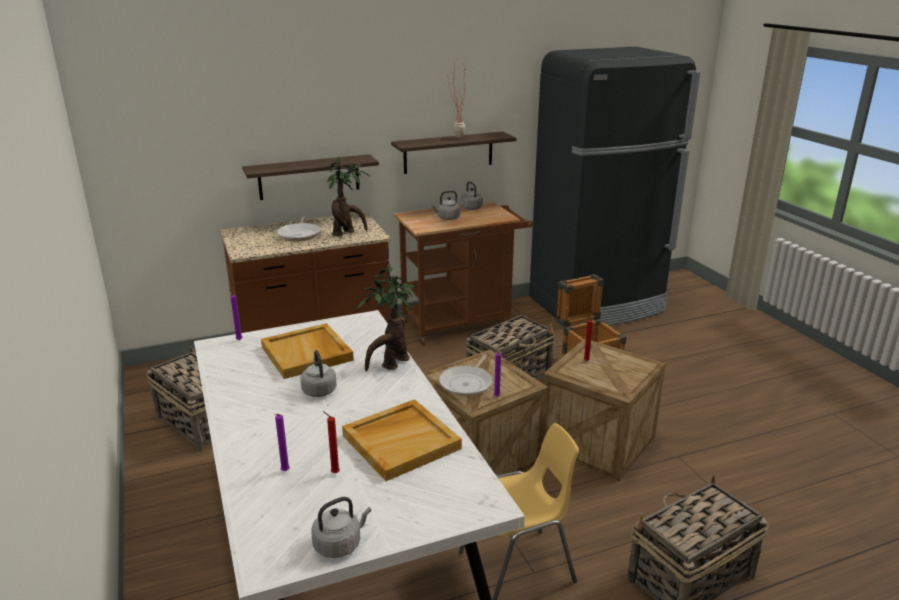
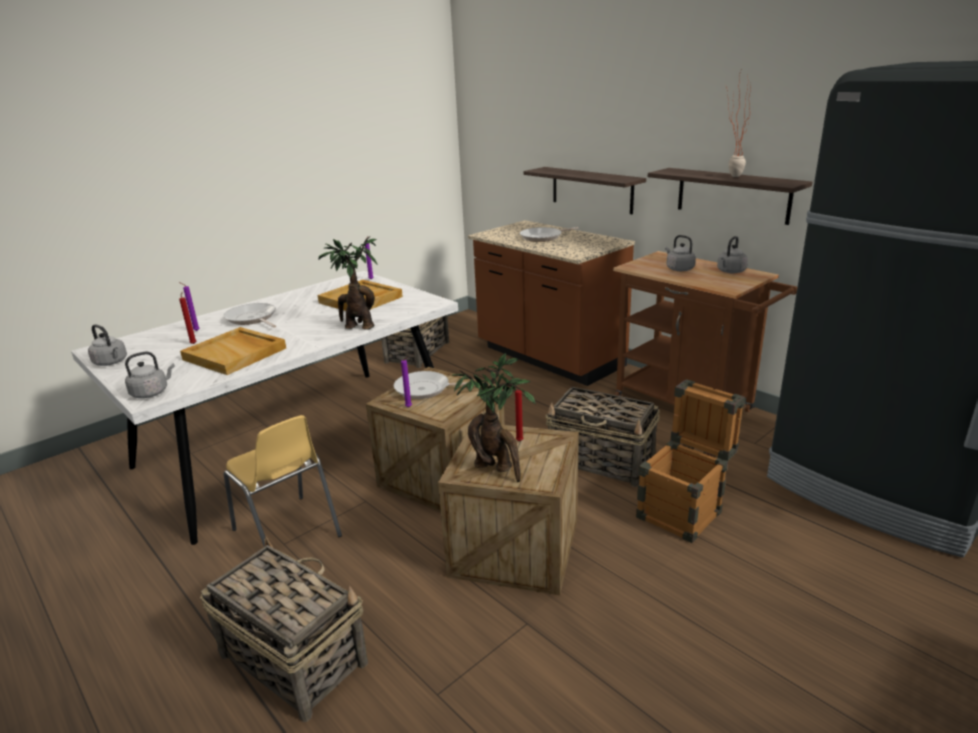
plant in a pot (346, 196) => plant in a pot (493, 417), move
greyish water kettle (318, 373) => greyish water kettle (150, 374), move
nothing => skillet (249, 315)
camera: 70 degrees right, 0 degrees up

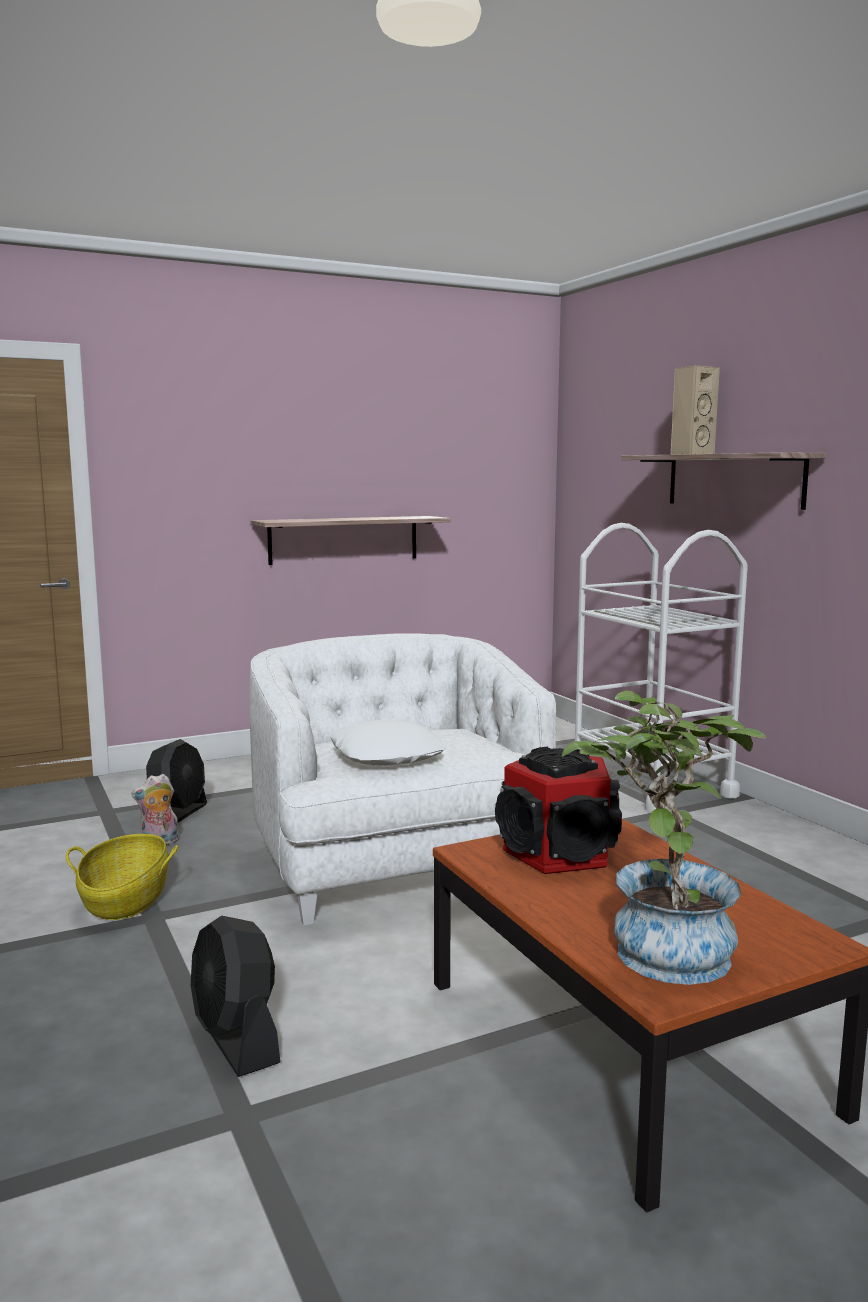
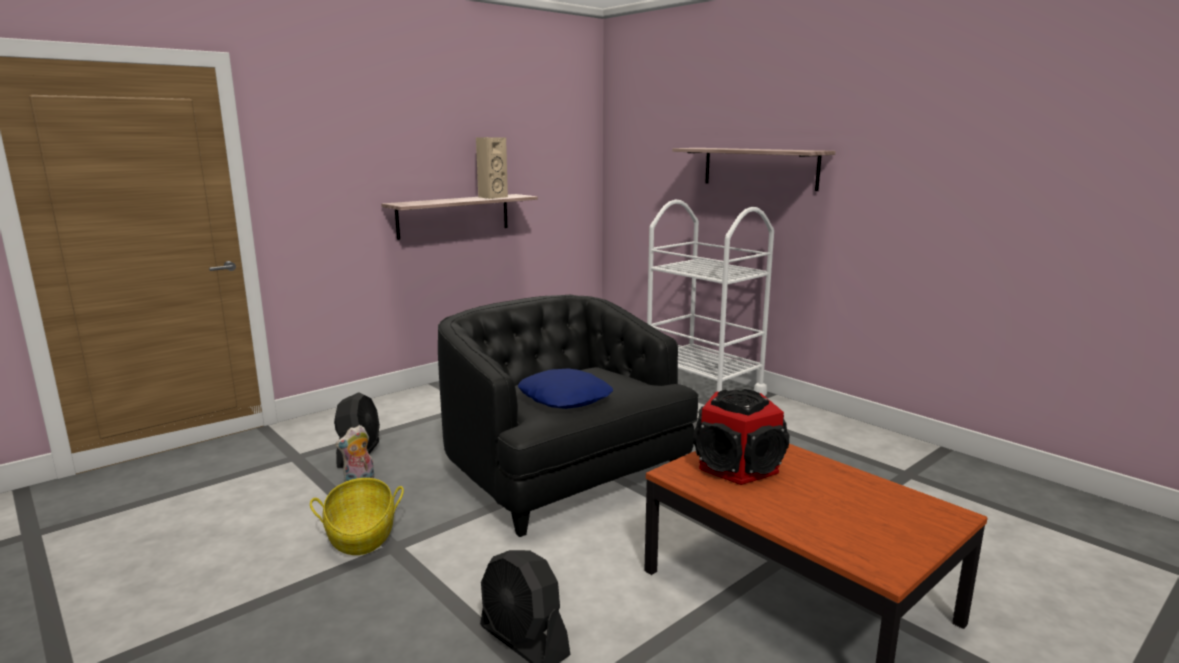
beige audio speaker (695, 410) => beige audio speaker (492, 168), move
whitish easy chair (402, 779) => black-coloured easy chair (568, 416)
plant in a pot (664, 838) => nothing
whitish cushion (388, 742) => blue-coloured cushion (565, 388)
camera: 15 degrees left, 5 degrees up

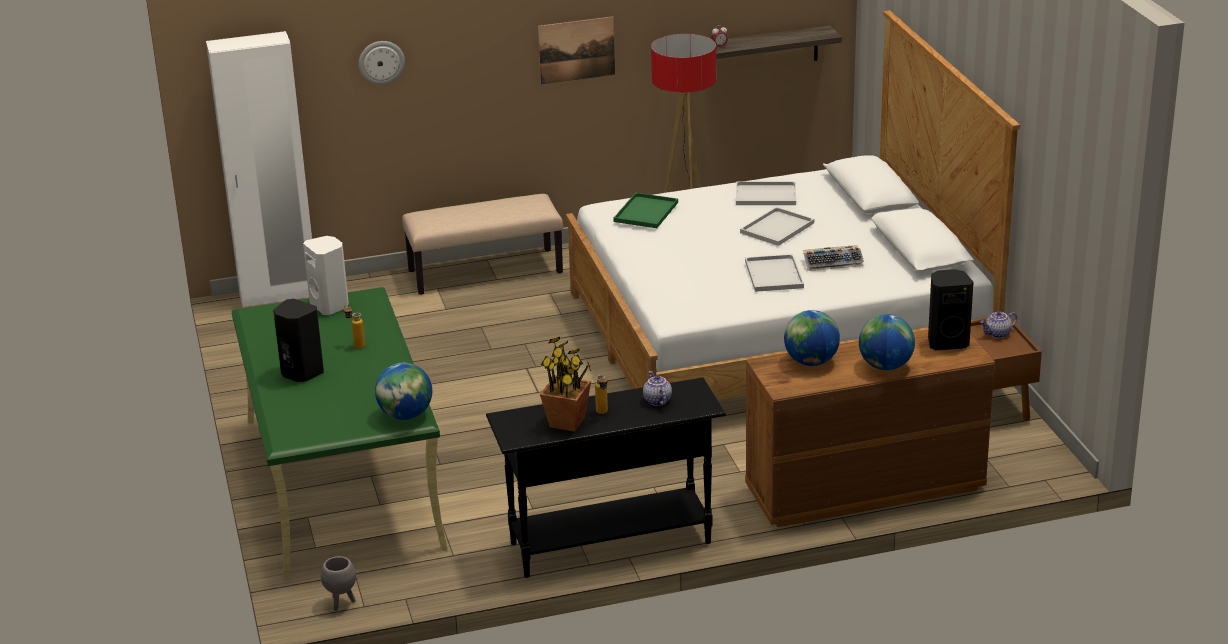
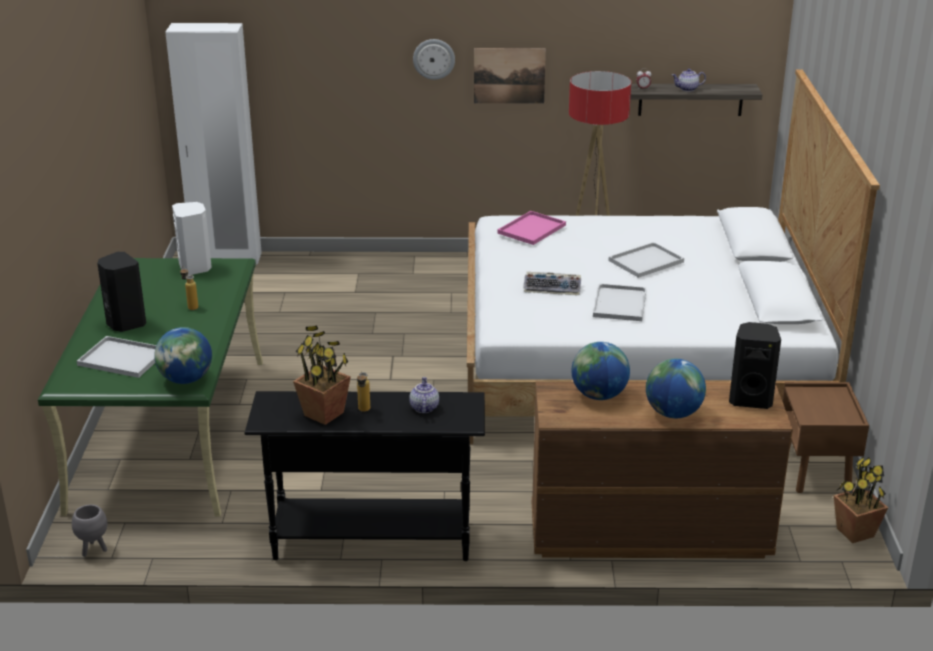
clock on the wall (382, 63) => clock on the wall (434, 59), move
whitish carrying tray (766, 193) => whitish carrying tray (116, 357), move
greenish carrying tray (646, 210) => pinkish carrying tray (532, 228)
beige long seat (482, 244) => nothing
PC keyboard (833, 258) => PC keyboard (552, 283), move
pot for tea (998, 324) => pot for tea (689, 80), move
nothing => plant in a pot (861, 499)
camera: 15 degrees right, 0 degrees up

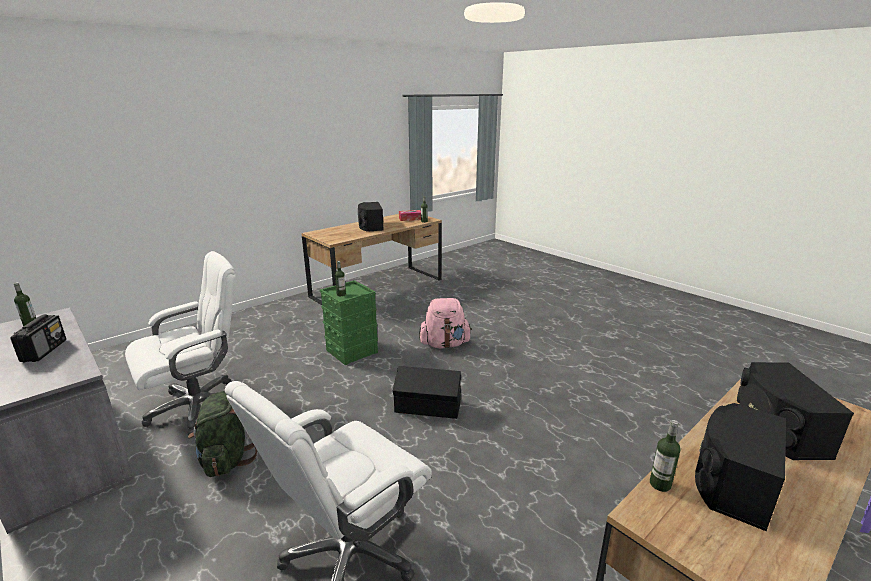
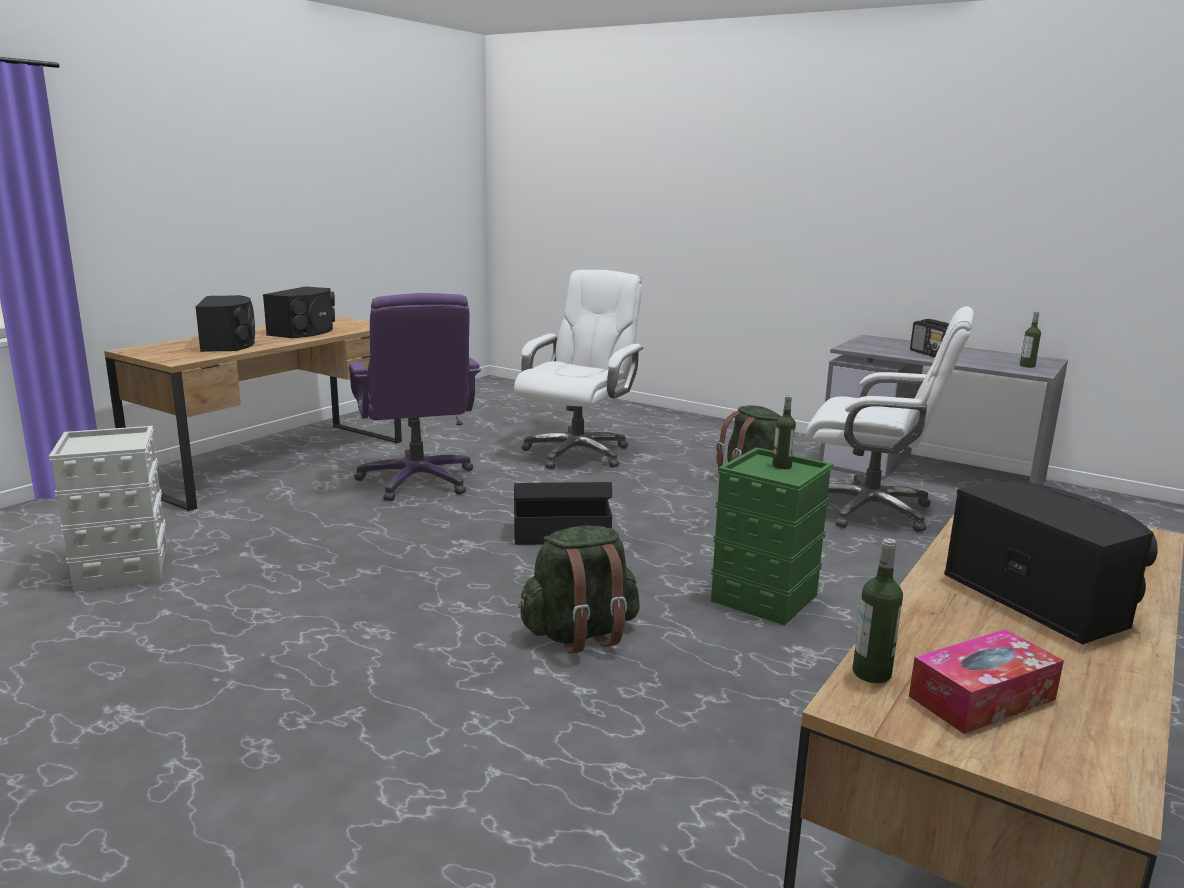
whitish computer chair (180, 343) => whitish computer chair (889, 419), 105 degrees counterclockwise
pinkish knapsack (445, 323) => greenish knapsack (579, 589)
drink bottle (665, 456) => nothing
nothing => purple computer chair (415, 397)
nothing => greyish storage bin (108, 509)
camera: 165 degrees right, 5 degrees down

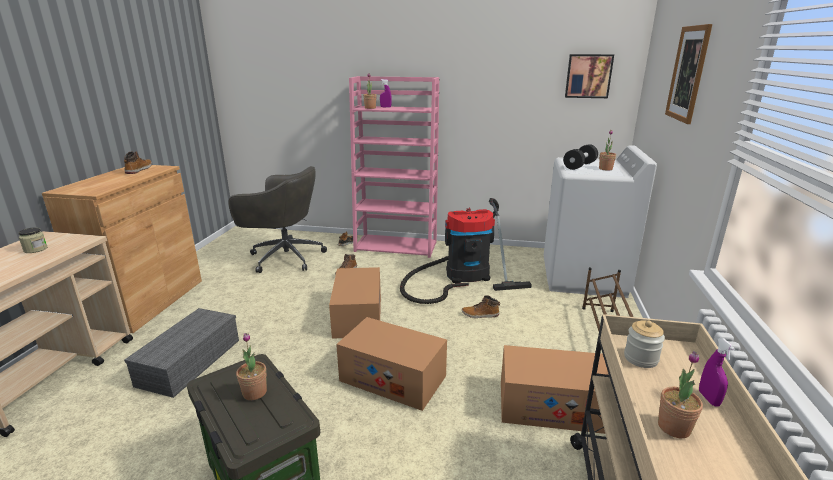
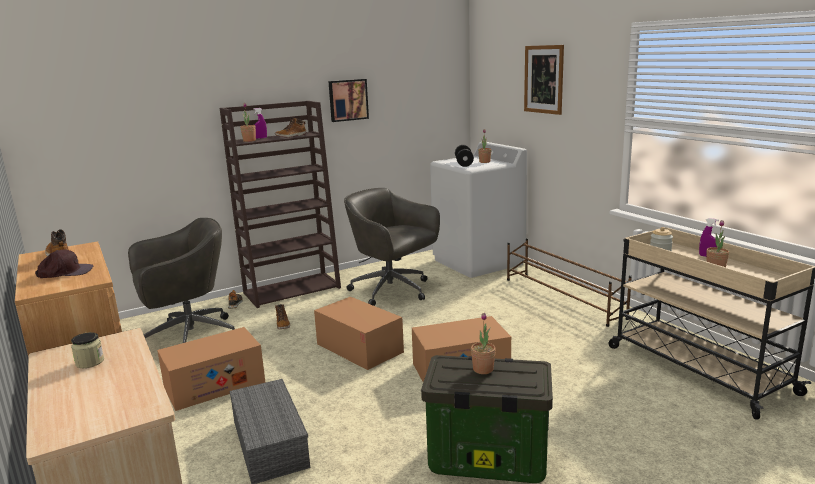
wall picture (589, 76) => wall picture (348, 100), move
pinkish bookcase (394, 167) => brownish bookcase (280, 204)
vacuum cleaner (466, 251) => greyish computer chair (392, 247)
boot (481, 306) => boot (291, 127), move
carton (555, 389) => carton (211, 369), move
nothing => brownish baseball cap (64, 264)
camera: 40 degrees left, 5 degrees down

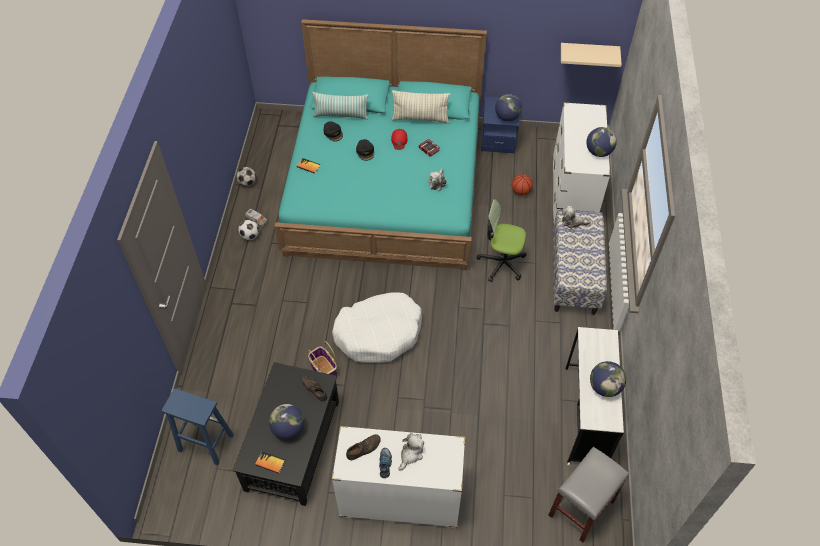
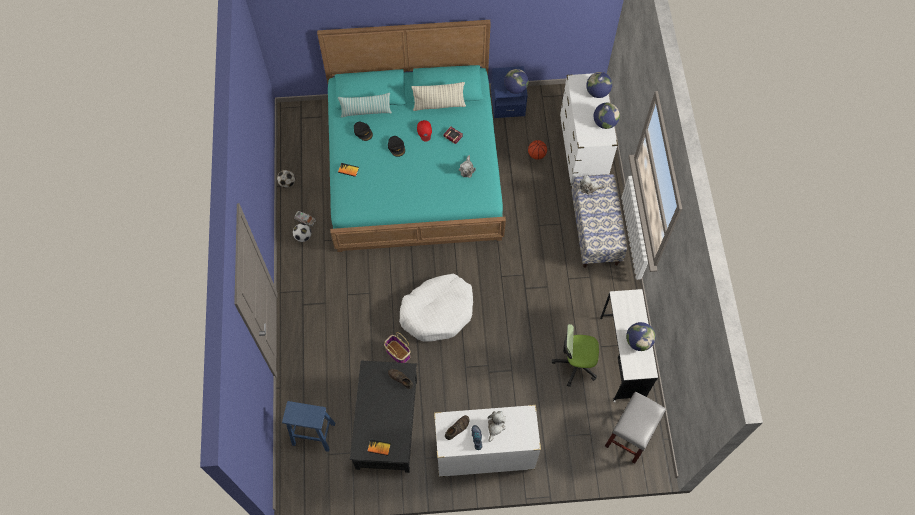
beige shelf (591, 55) => nothing
computer chair (502, 240) => computer chair (575, 355), move
world globe (286, 422) => world globe (599, 85), move
camera: 10 degrees left, 10 degrees up

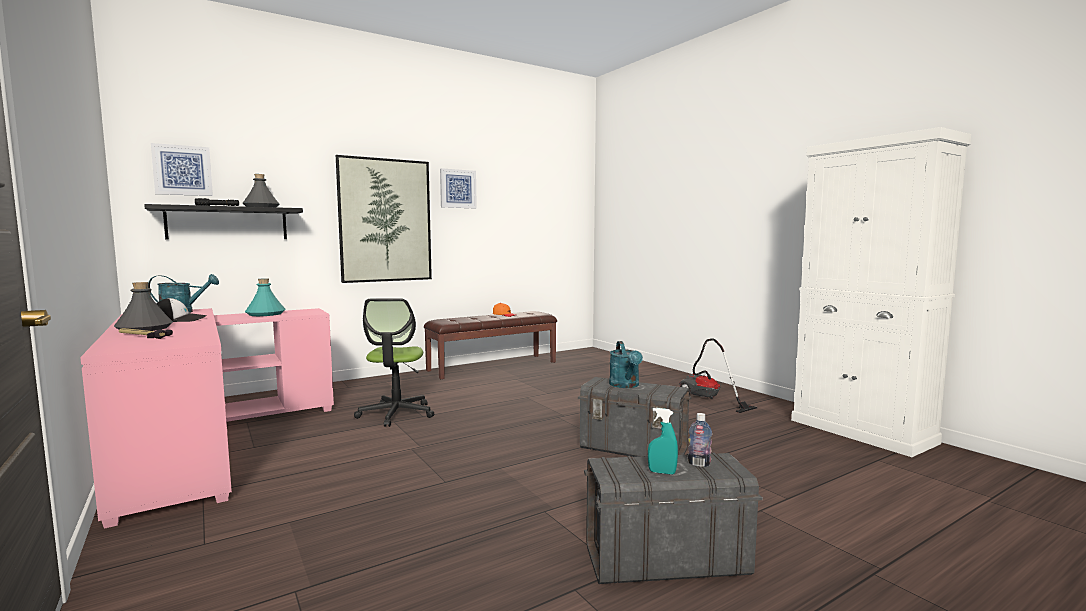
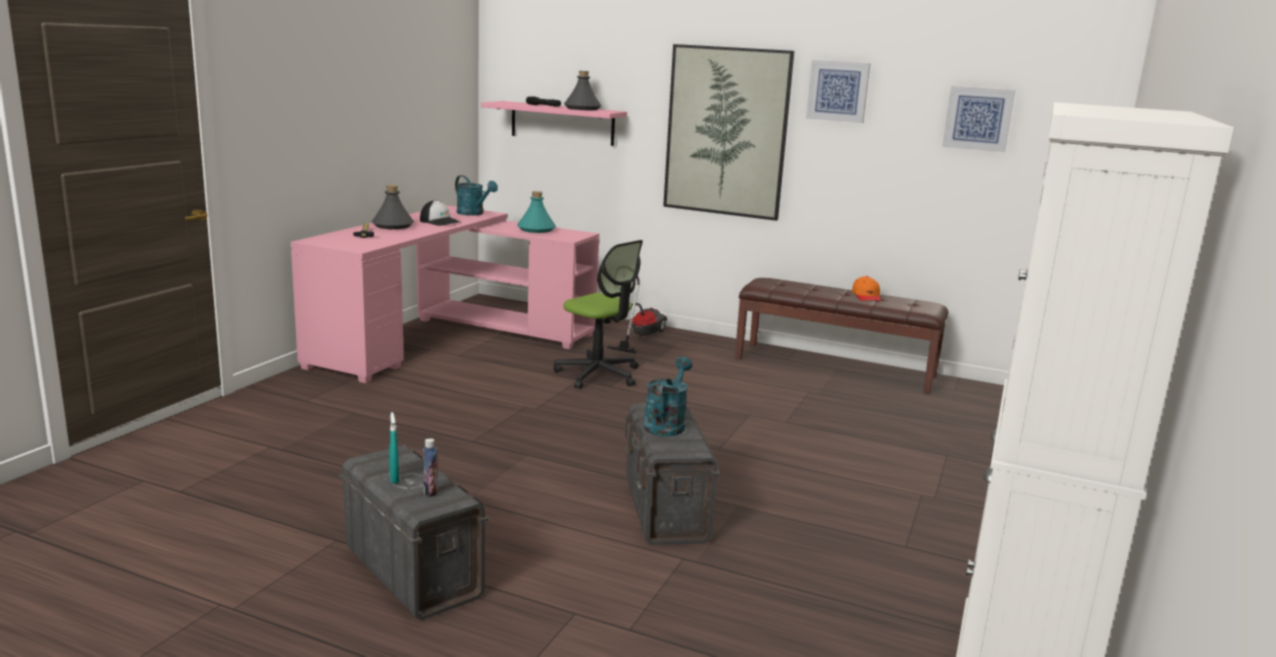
wall picture (182, 169) => wall picture (978, 119), move
black-coloured shelf (223, 222) => pinkish shelf (554, 123)
computer chair (394, 362) => computer chair (598, 314), 105 degrees counterclockwise
vacuum cleaner (718, 376) => vacuum cleaner (637, 314), move
turquoise-coloured watering can (626, 364) => turquoise-coloured watering can (668, 396), 150 degrees clockwise
camera: 55 degrees right, 10 degrees up

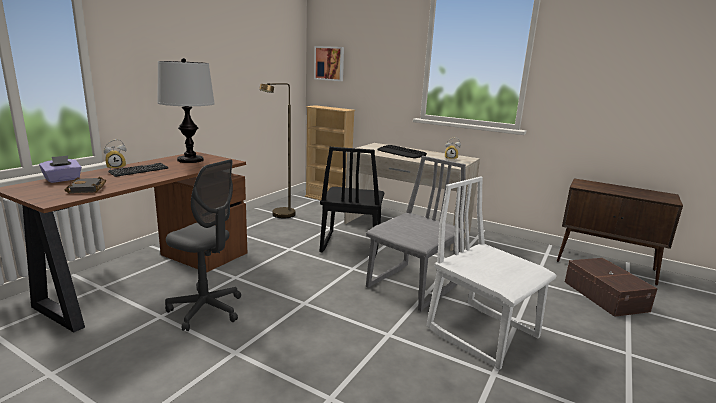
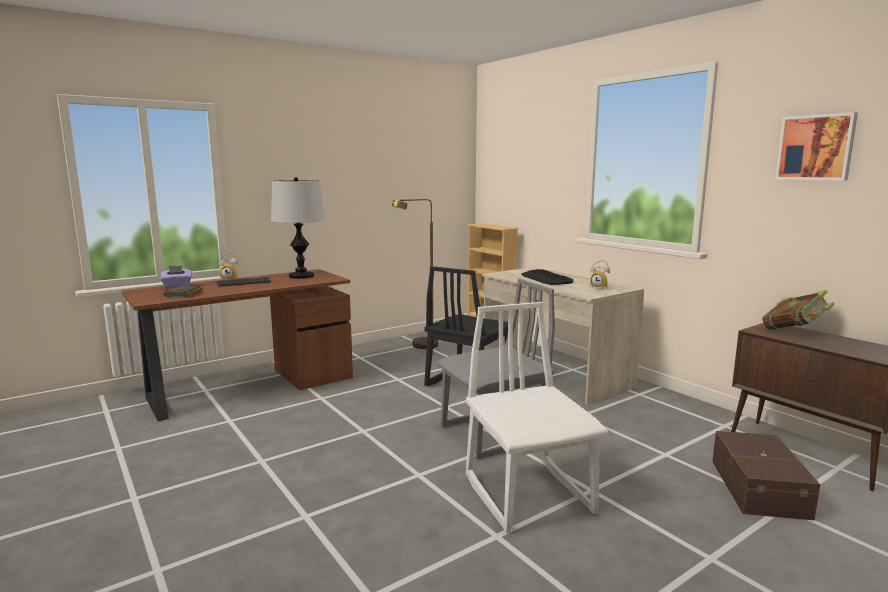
wall picture (329, 63) => wall picture (816, 146), move
greyish computer chair (203, 245) => nothing
nothing => book (798, 310)
camera: 25 degrees right, 5 degrees down

